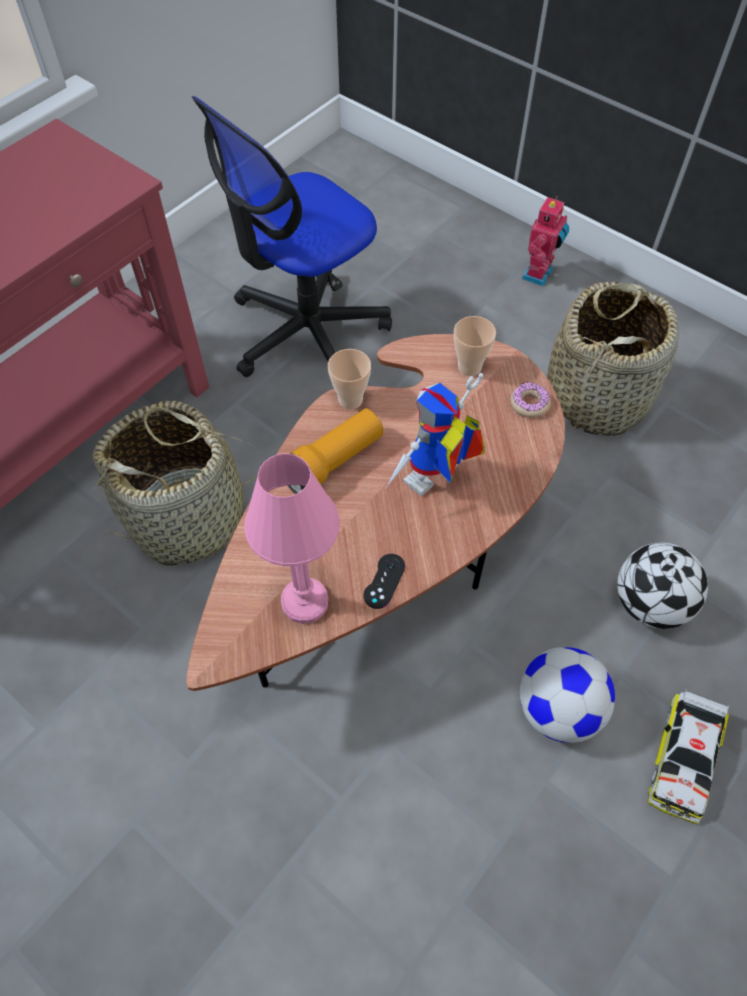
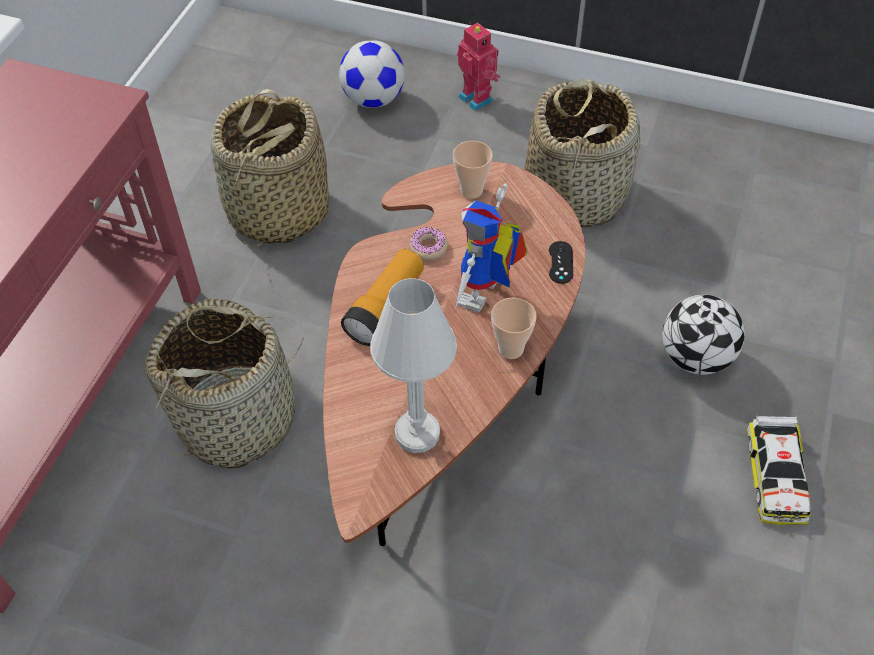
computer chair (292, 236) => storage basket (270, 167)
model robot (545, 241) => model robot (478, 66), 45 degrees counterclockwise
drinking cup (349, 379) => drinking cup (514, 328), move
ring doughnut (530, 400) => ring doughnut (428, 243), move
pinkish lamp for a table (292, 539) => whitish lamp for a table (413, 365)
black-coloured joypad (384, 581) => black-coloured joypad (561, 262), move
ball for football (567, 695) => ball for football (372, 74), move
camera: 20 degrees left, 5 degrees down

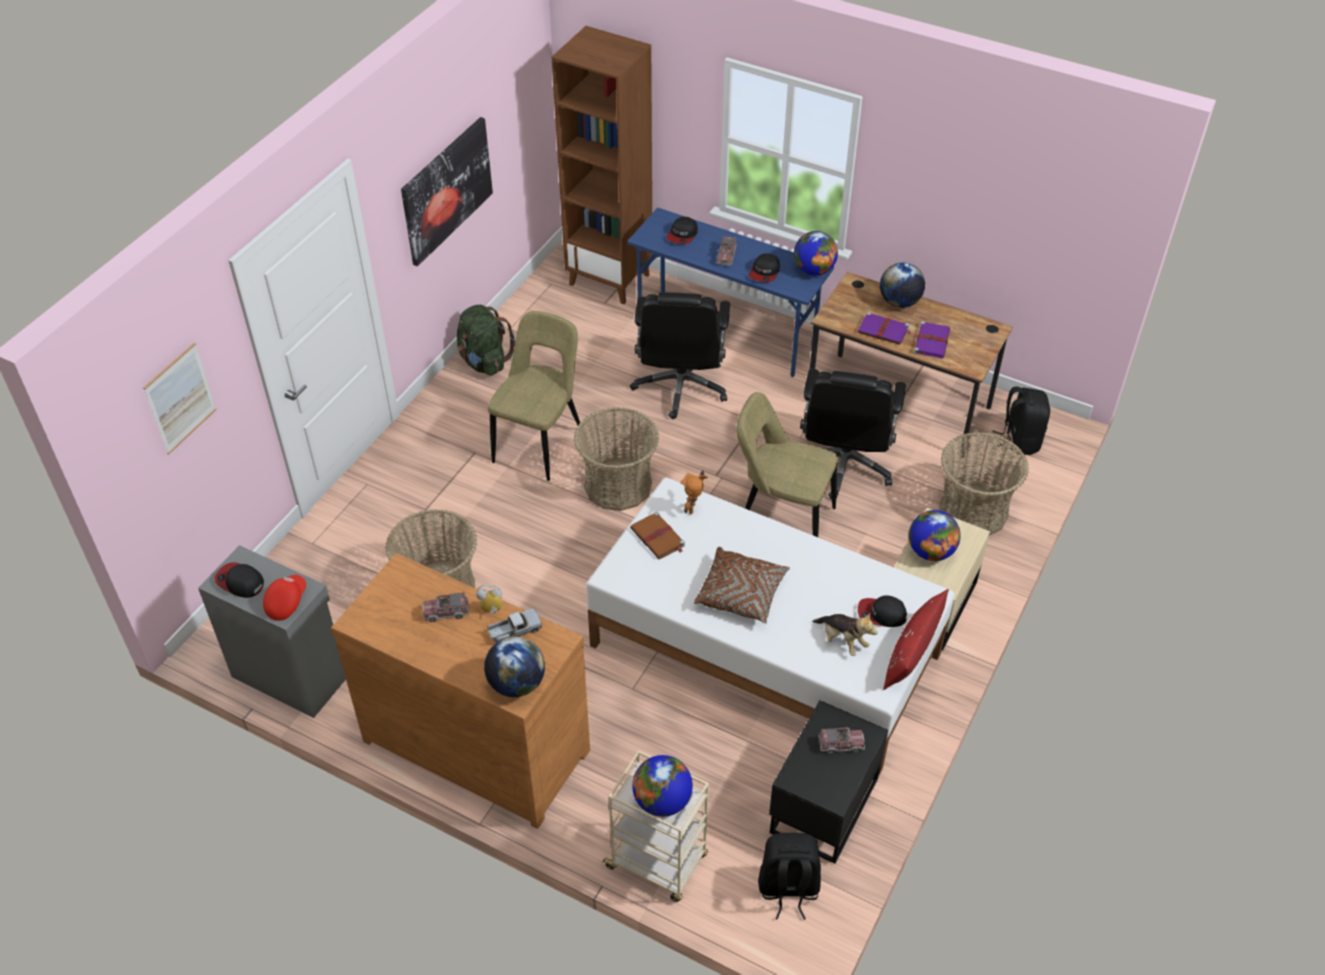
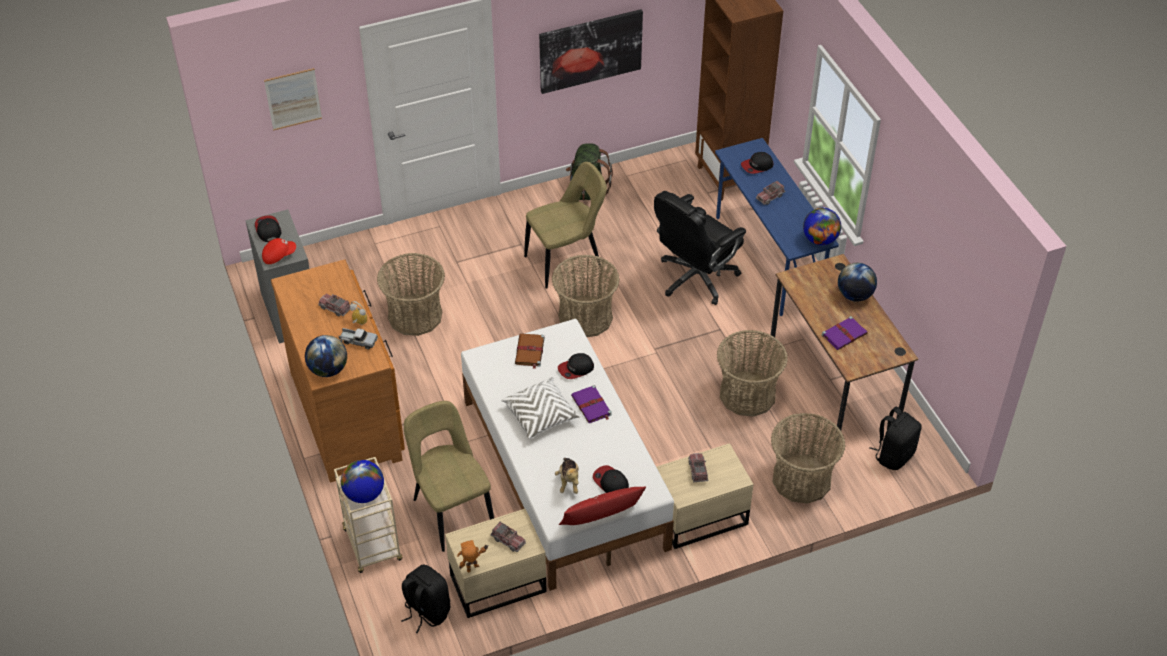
baseball cap (764, 267) => baseball cap (576, 366), move
purple book (884, 328) => purple book (591, 404), move
black-coloured computer chair (853, 434) => storage basket (752, 373)
beige chair (787, 464) => beige chair (449, 476), move
model robot (694, 492) => model robot (472, 556), move
world globe (935, 535) => toy truck (698, 467)
brownish cushion (742, 585) => whitish cushion (540, 408)
black-coloured bedside table (828, 782) => beige bedside table (496, 563)
camera: 40 degrees right, 0 degrees up

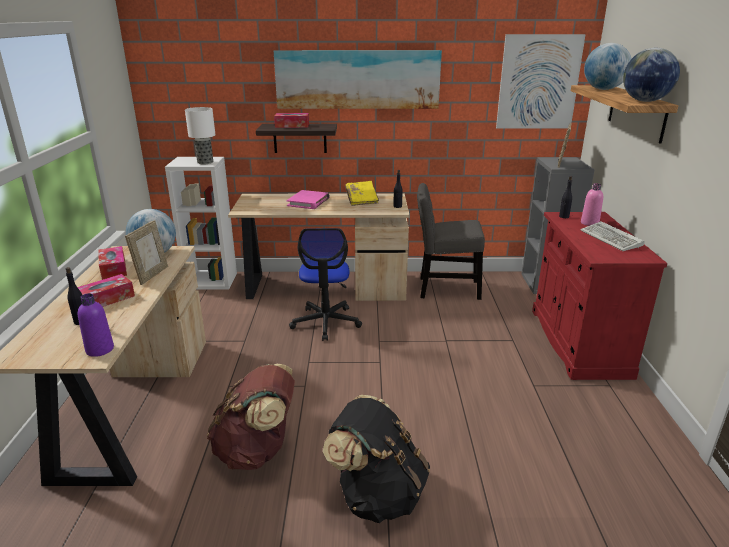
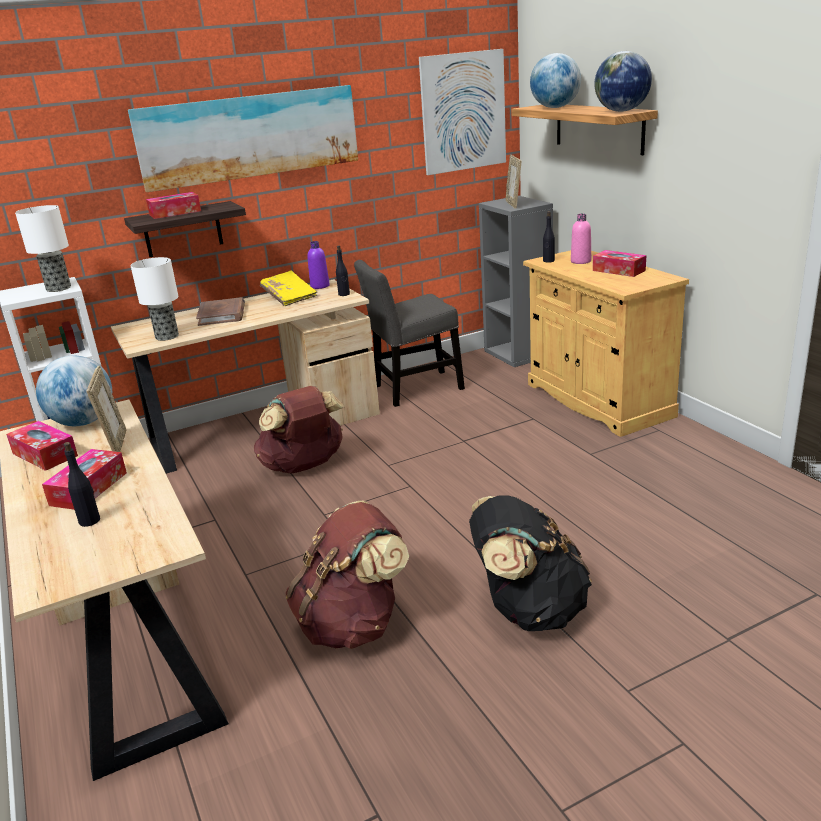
pinkish book (308, 199) => brownish book (220, 311)
red cupboard (599, 296) => beige cupboard (606, 343)
PC keyboard (613, 236) => tissue box (619, 263)
computer chair (325, 284) => brownish knapsack (299, 430)
purple drink bottle (96, 325) => purple drink bottle (318, 265), move
nothing => lamp for a table (154, 299)
camera: 25 degrees left, 0 degrees up

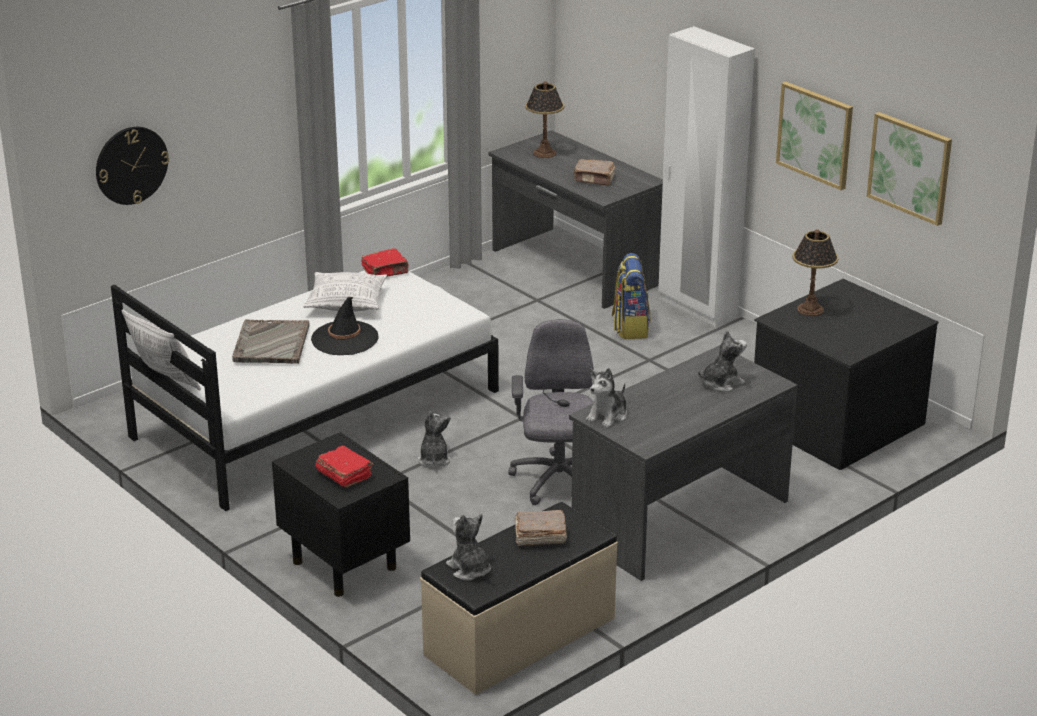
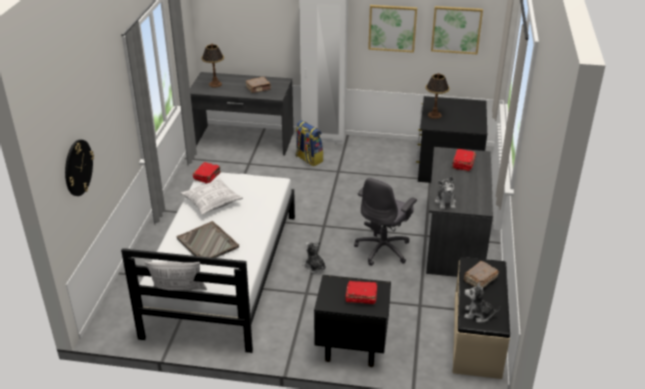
black-coloured hat (344, 326) => nothing
greyish computer chair (551, 412) => greyish computer chair (385, 222), 105 degrees counterclockwise
cuddly toy (722, 361) => red book (464, 160)
camera: 40 degrees left, 5 degrees up

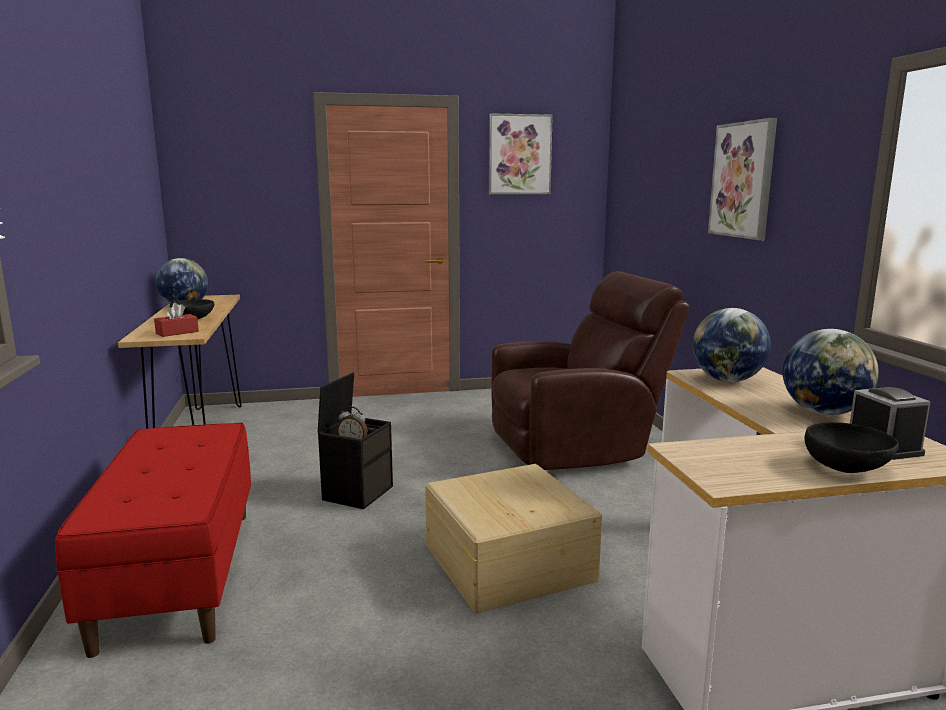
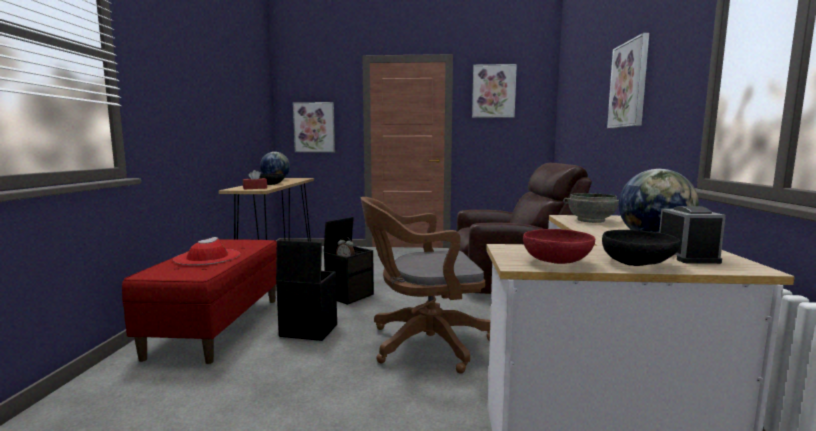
world globe (732, 345) => greyish deep dish (591, 208)
beige storage bin (513, 538) => brownish computer chair (425, 285)
nothing => wall picture (314, 127)
nothing => red deep dish (559, 246)
nothing => red hat (206, 251)
nothing => black-coloured storage bin (306, 290)
camera: 15 degrees right, 5 degrees down

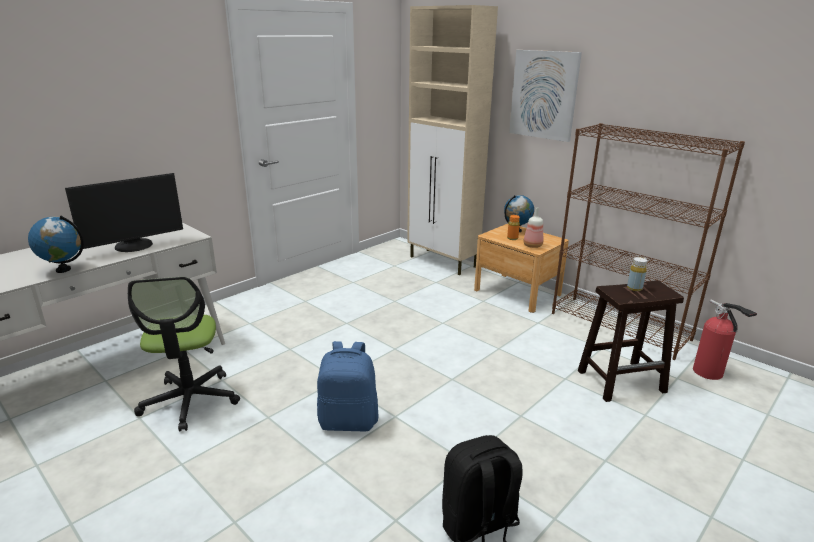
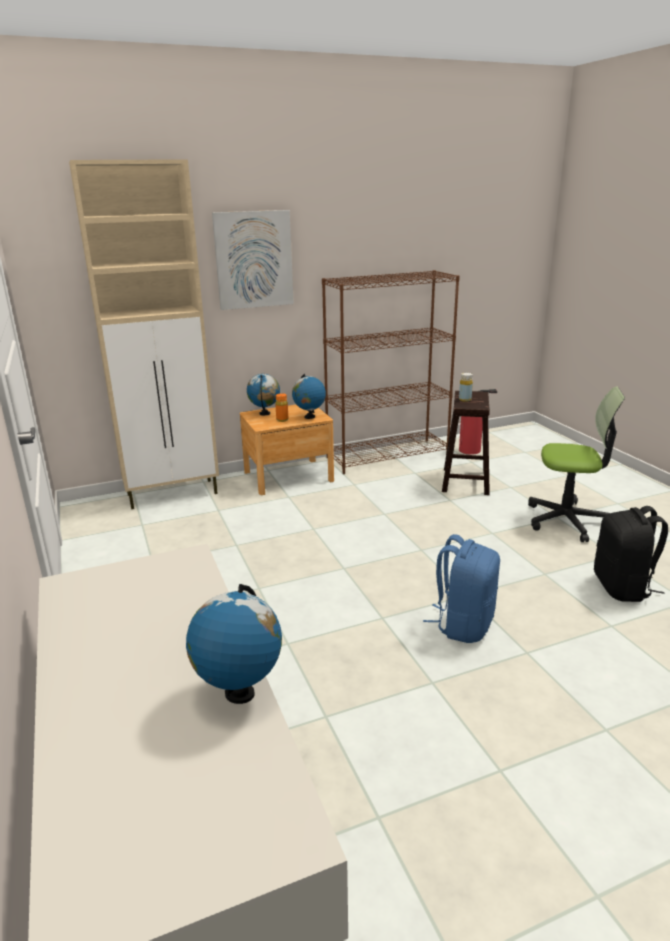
monitor (124, 212) => nothing
drink bottle (533, 227) => world globe (309, 396)
computer chair (184, 354) => computer chair (576, 464), move
camera: 65 degrees left, 0 degrees up

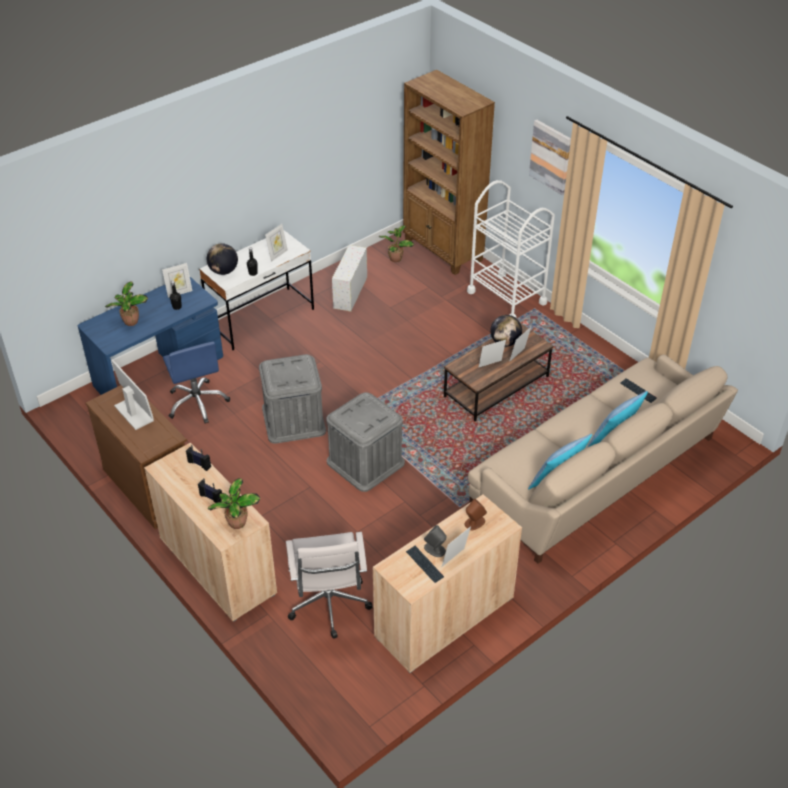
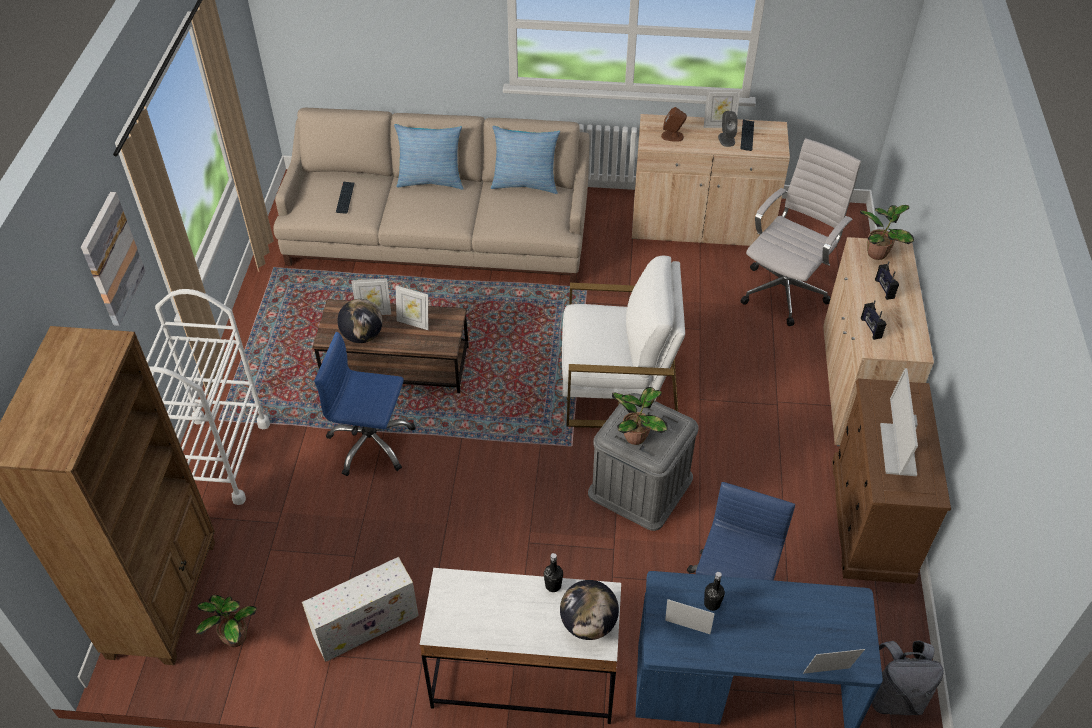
photo frame (276, 243) => photo frame (834, 661), move
plant in a pot (126, 303) => plant in a pot (640, 416), move
greyish storage bin (365, 442) => whitish easy chair (623, 342)
nothing => blue-coloured computer chair (365, 404)
nothing => greyish knapsack (908, 678)
camera: 135 degrees left, 5 degrees up

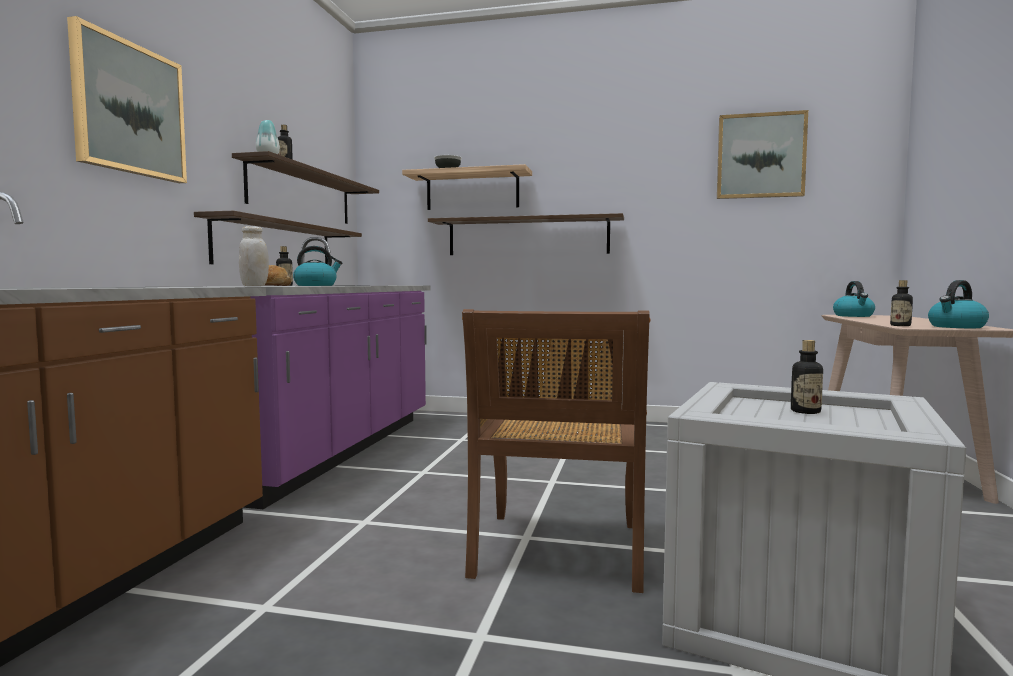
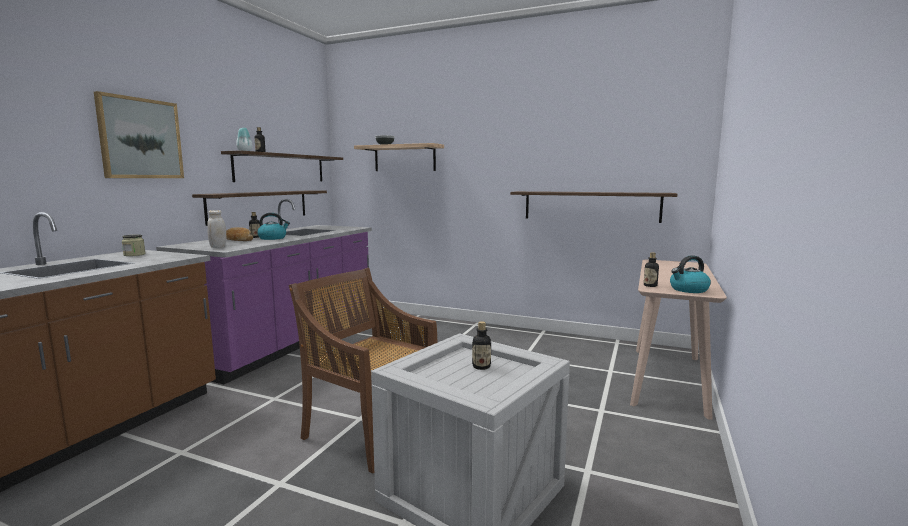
wall picture (762, 154) => nothing
shelf (526, 234) => shelf (593, 207), move
water kettle (854, 299) => nothing
brownish chair (556, 451) => brownish chair (363, 371), 105 degrees clockwise
nothing => jar (133, 245)
camera: 10 degrees right, 5 degrees up

